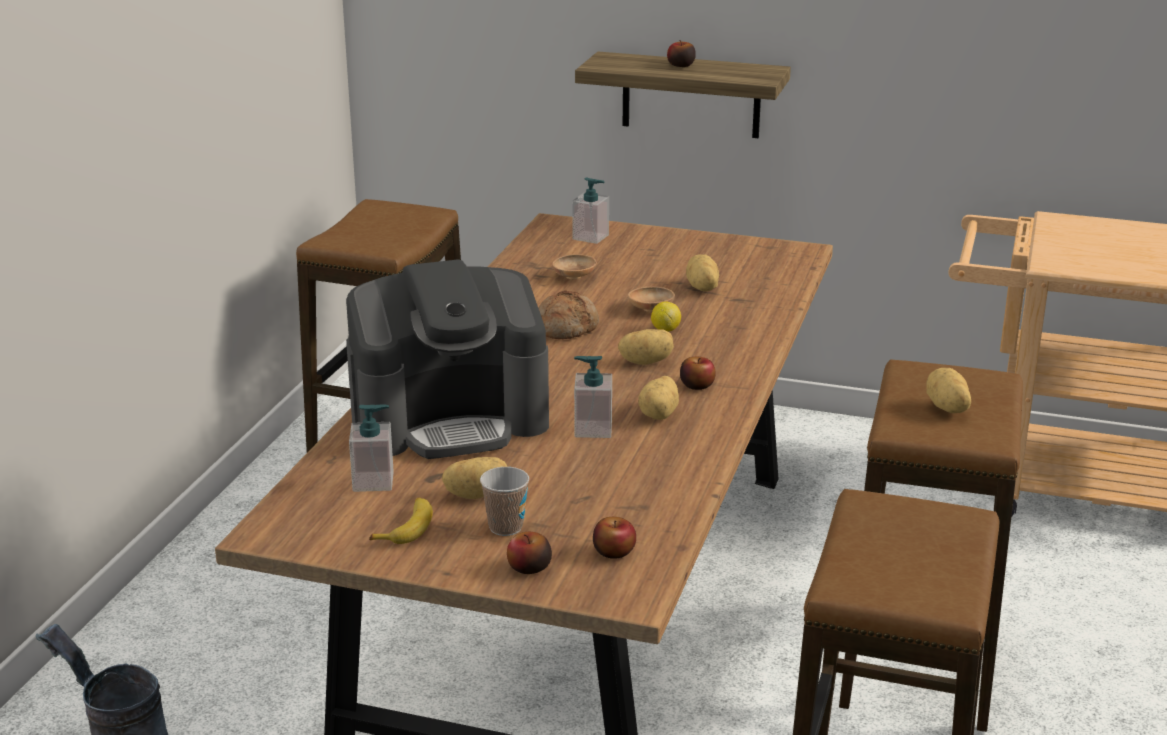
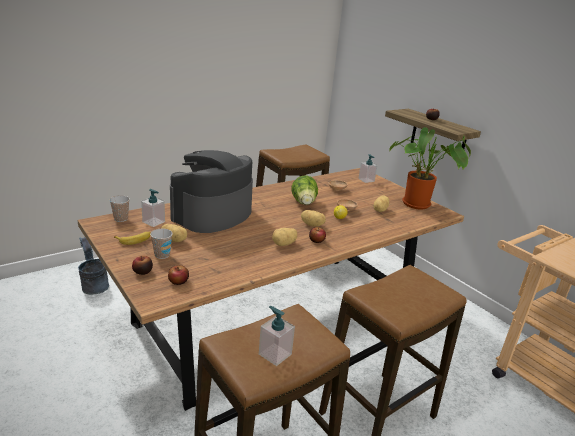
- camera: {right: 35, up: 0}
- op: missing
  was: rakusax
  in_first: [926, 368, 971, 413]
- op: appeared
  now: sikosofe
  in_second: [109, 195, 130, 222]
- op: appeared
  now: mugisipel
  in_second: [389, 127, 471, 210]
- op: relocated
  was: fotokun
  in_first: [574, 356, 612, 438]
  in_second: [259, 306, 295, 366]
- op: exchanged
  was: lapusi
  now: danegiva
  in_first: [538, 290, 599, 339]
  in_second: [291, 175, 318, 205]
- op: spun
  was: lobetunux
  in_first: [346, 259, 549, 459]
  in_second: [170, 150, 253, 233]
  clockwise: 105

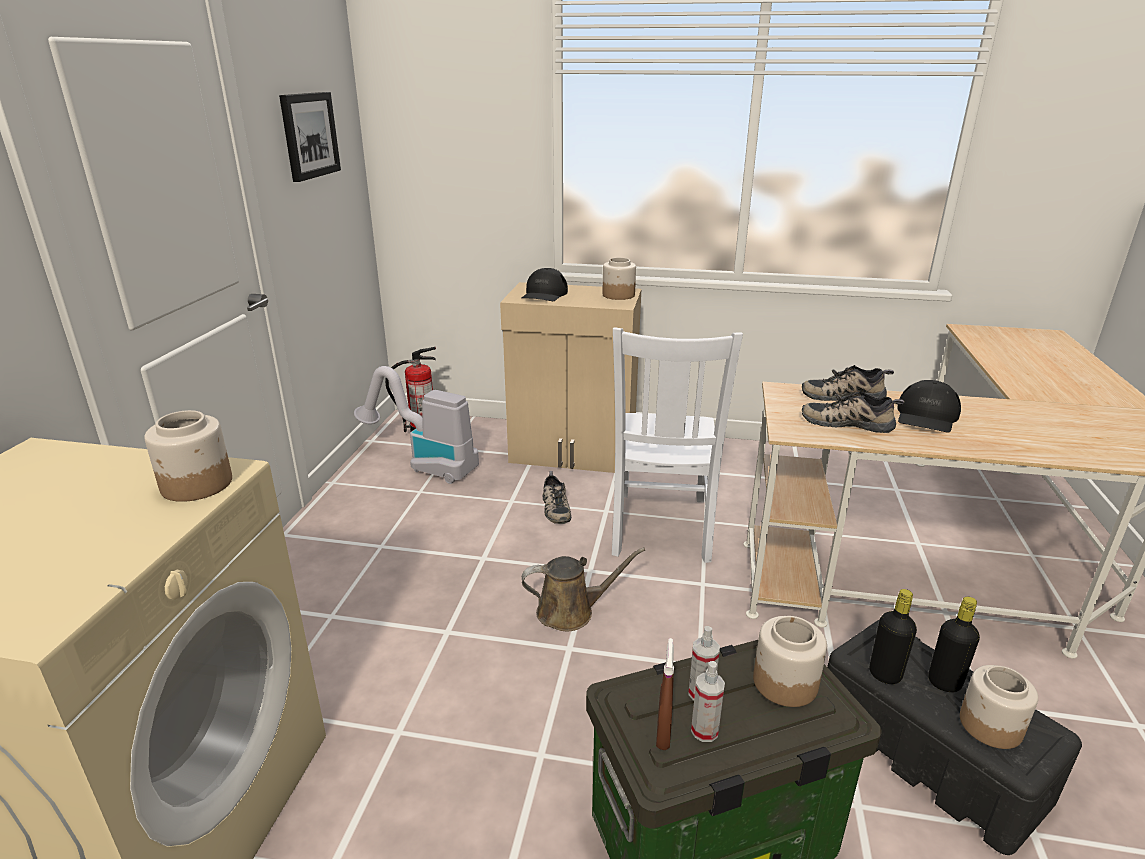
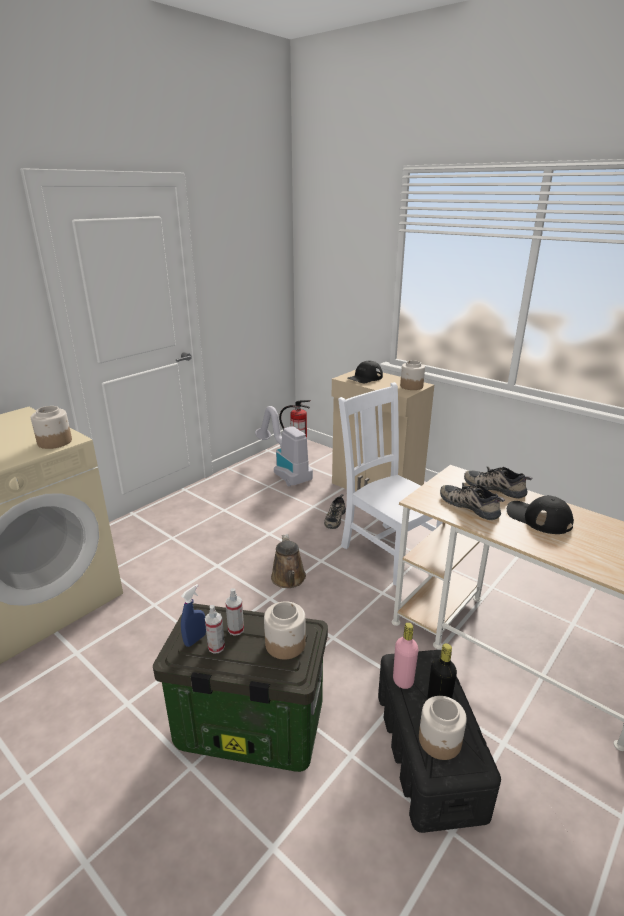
- camera: {right: 30, up: 0}
- op: missing
  was: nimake
  in_first: [279, 92, 341, 182]
- op: colour
  was: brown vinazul
  now: blue vinazul
  in_first: [656, 638, 674, 750]
  in_second: [181, 584, 206, 647]
- op: colour
  was: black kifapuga
  now: pink kifapuga
  in_first: [870, 589, 917, 684]
  in_second: [393, 622, 418, 689]
- op: spun
  was: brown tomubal
  in_first: [522, 548, 645, 631]
  in_second: [271, 534, 306, 588]
  clockwise: 60
- op: spun
  was: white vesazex
  in_first: [612, 327, 743, 563]
  in_second: [338, 382, 443, 586]
  clockwise: 105
- op: spun
  was: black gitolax
  in_first: [897, 380, 961, 433]
  in_second: [507, 495, 574, 534]
  clockwise: 75

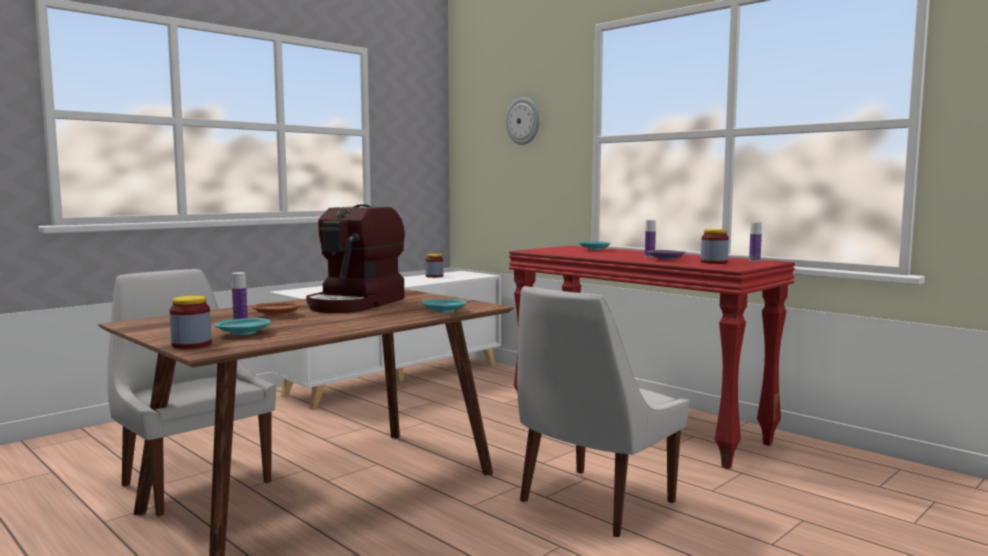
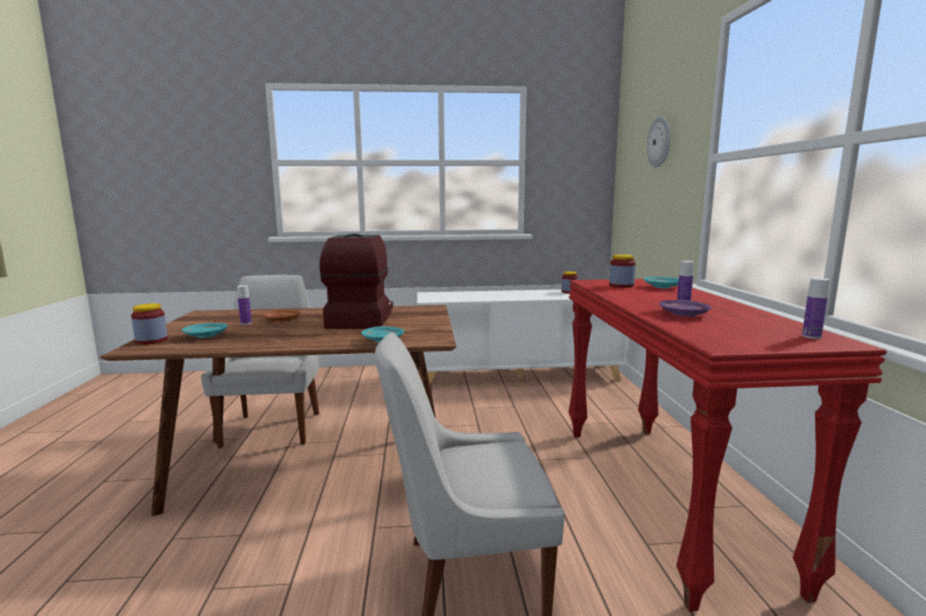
- camera: {right: 40, up: 5}
- op: relocated
  was: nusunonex
  in_first: [701, 229, 729, 264]
  in_second: [609, 255, 636, 288]
- op: spun
  was: lobetunux
  in_first: [306, 204, 405, 313]
  in_second: [319, 234, 393, 329]
  clockwise: 120

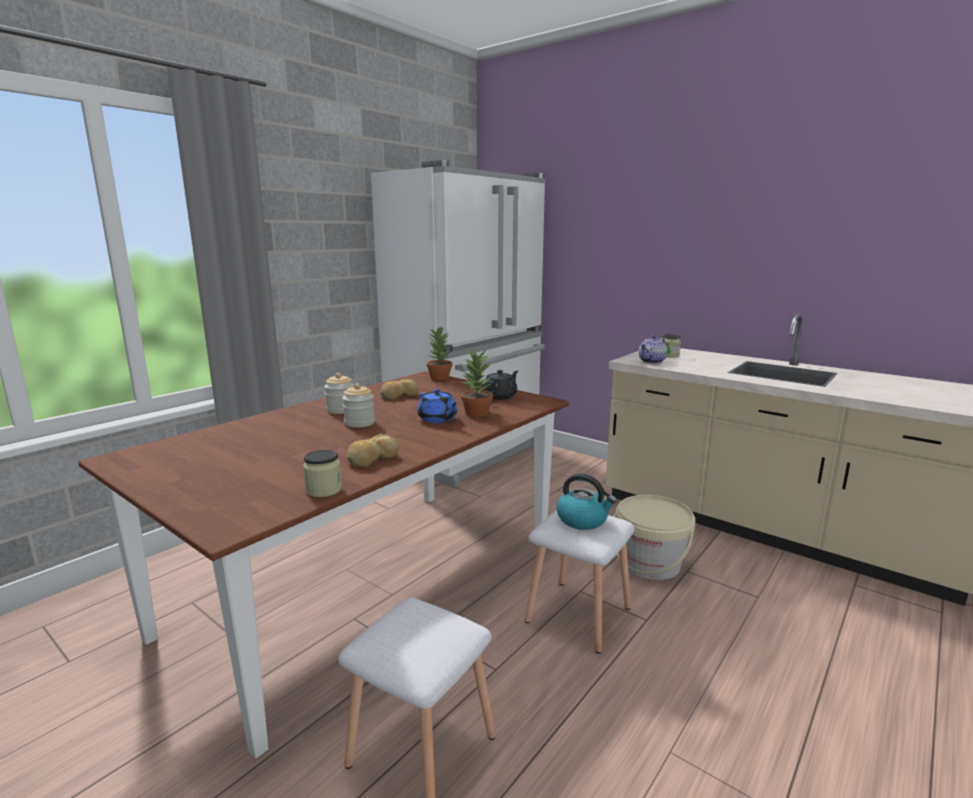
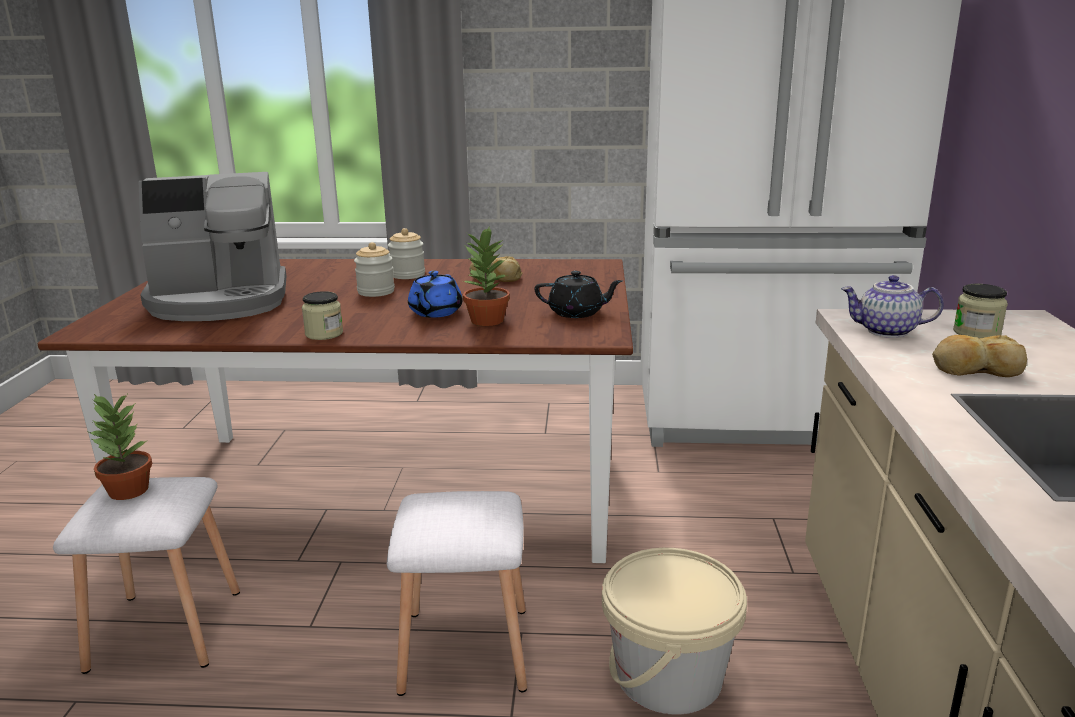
- camera: {right: 55, up: 5}
- op: missing
  was: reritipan
  in_first: [557, 474, 617, 530]
- op: appeared
  now: lobetunux
  in_second: [139, 172, 286, 321]
- op: relocated
  was: nusunonex
  in_first: [303, 450, 342, 497]
  in_second: [302, 291, 343, 340]
- op: relocated
  was: lapusi
  in_first: [347, 433, 398, 467]
  in_second: [932, 335, 1027, 377]
- op: relocated
  was: mugisipel
  in_first: [426, 326, 452, 380]
  in_second: [89, 394, 152, 500]

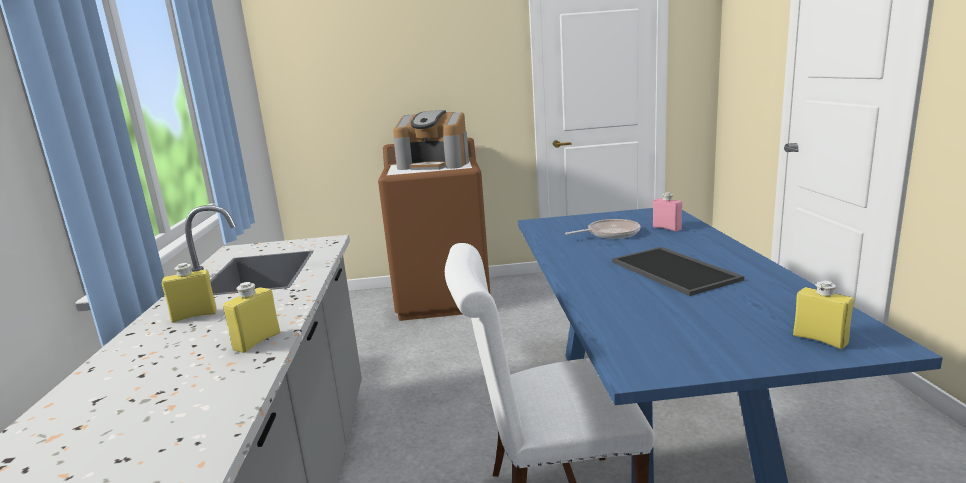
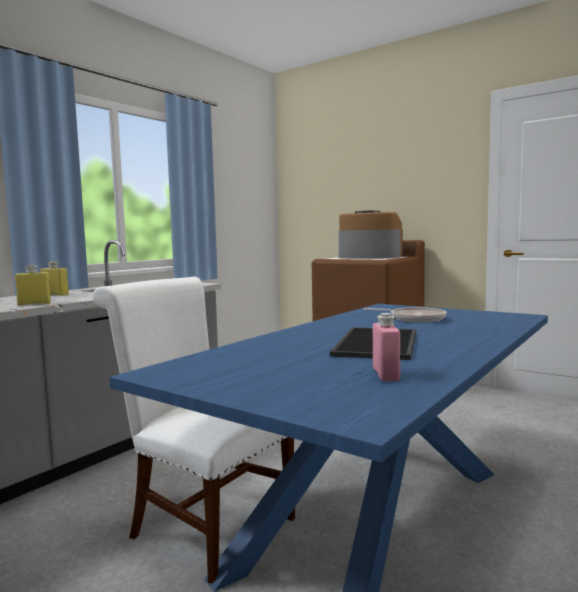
- camera: {right: 40, up: -10}
- op: missing
  was: yellow kifapuga
  in_first: [793, 281, 854, 349]
- op: relocated
  was: pink kifapuga
  in_first: [653, 192, 682, 232]
  in_second: [373, 313, 400, 381]
- op: spun
  was: lobetunux
  in_first: [393, 110, 469, 170]
  in_second: [339, 211, 403, 259]
  clockwise: 150

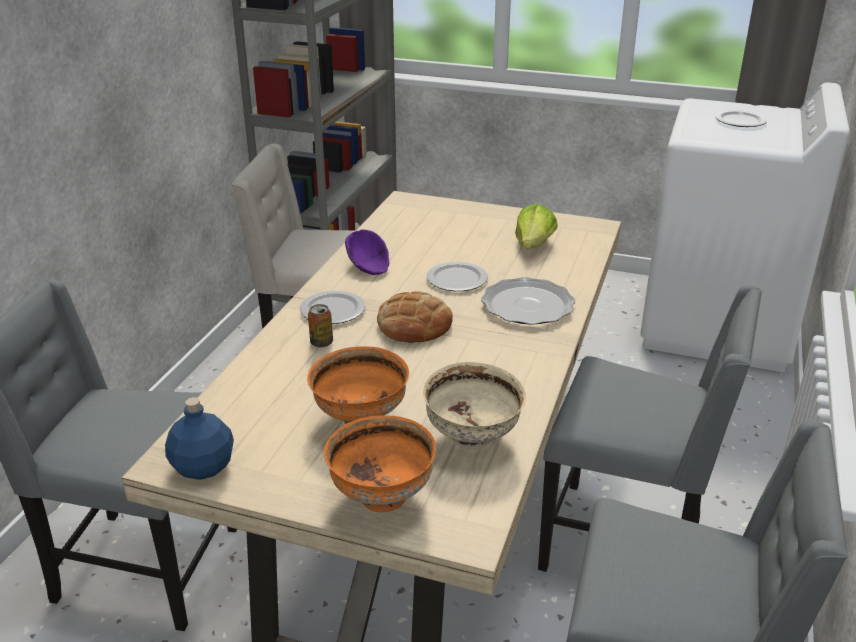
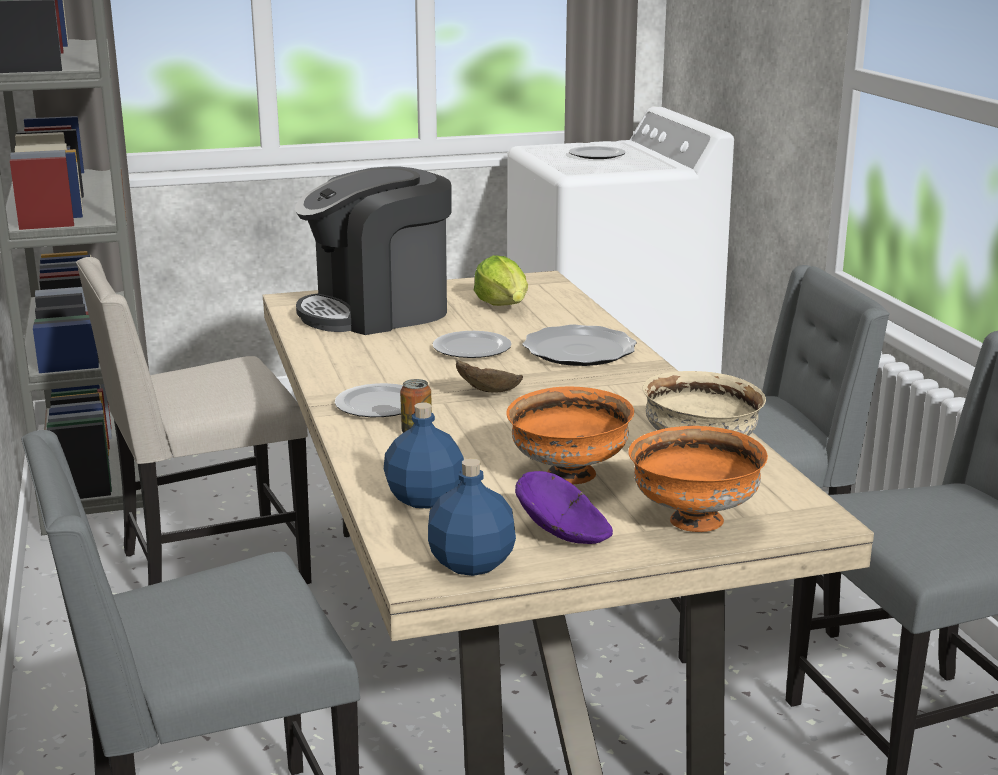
- camera: {right: -35, up: -10}
- op: appeared
  now: lobetunux
  in_second: [295, 166, 452, 335]
- op: appeared
  now: blue kifapuga
  in_second: [384, 402, 464, 509]
- op: relocated
  was: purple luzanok
  in_first: [345, 229, 389, 275]
  in_second: [515, 471, 613, 544]
- op: exchanged
  was: lapusi
  now: brown luzanok
  in_first: [377, 291, 453, 343]
  in_second: [456, 360, 523, 393]

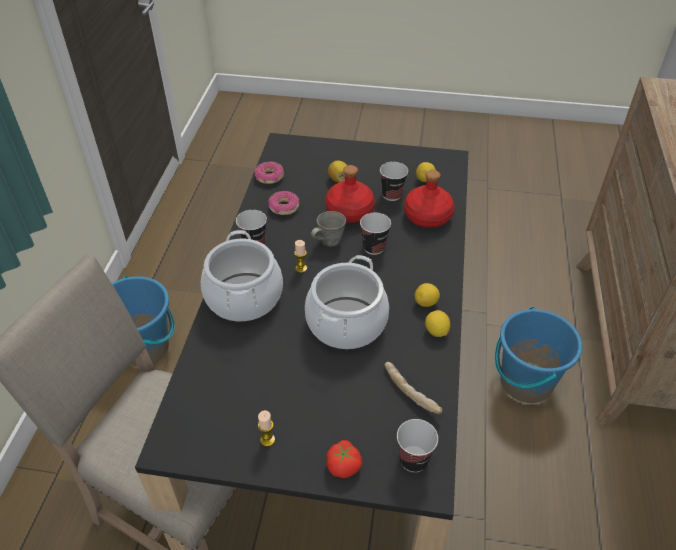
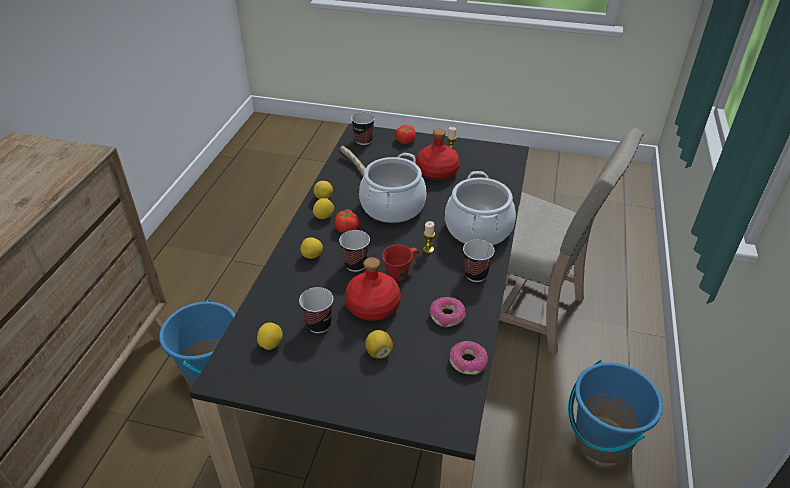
- camera: {right: -175, up: -5}
- op: appeared
  now: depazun
  in_second: [300, 237, 323, 259]
- op: appeared
  now: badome
  in_second: [334, 209, 359, 233]
- op: relocated
  was: red kifapuga
  in_first: [404, 170, 455, 228]
  in_second: [416, 129, 460, 180]
- op: colour
  was: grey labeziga
  now: red labeziga
  in_first: [311, 211, 346, 247]
  in_second: [382, 245, 419, 281]

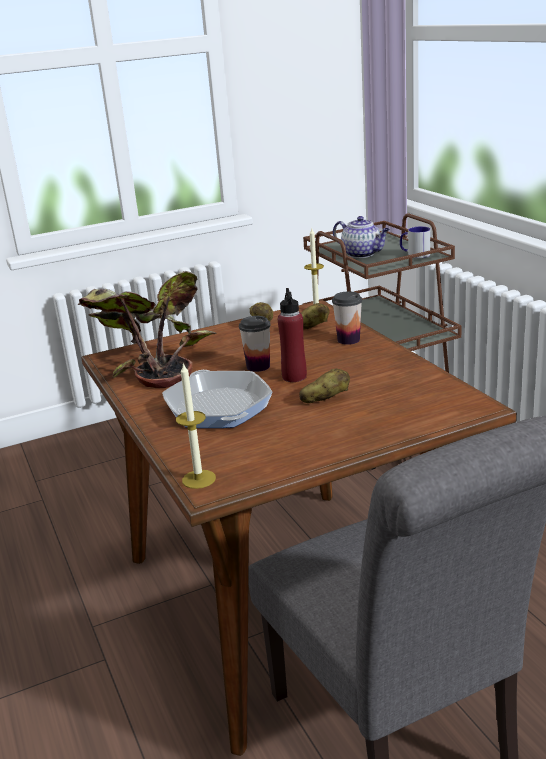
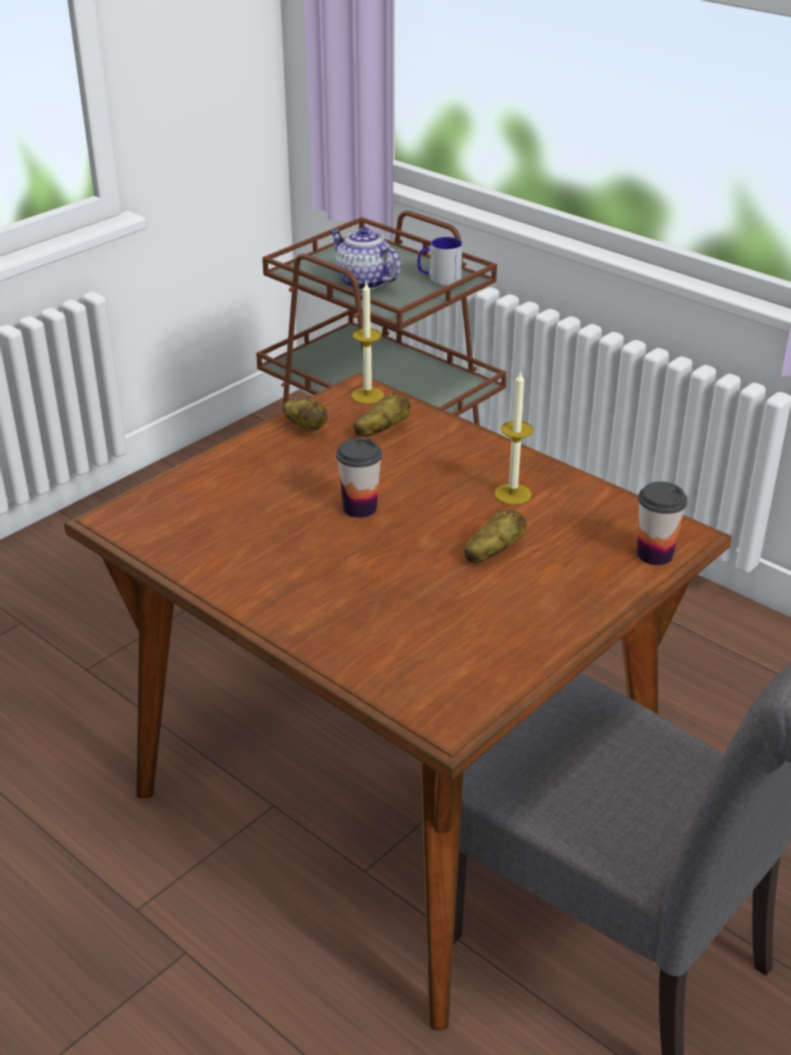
- camera: {right: -25, up: 10}
- op: missing
  was: mugisipel
  in_first: [78, 271, 217, 388]
- op: missing
  was: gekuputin
  in_first: [162, 370, 273, 428]
- op: missing
  was: red kifapuga
  in_first: [278, 288, 307, 382]
- op: relocated
  was: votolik
  in_first: [176, 363, 216, 489]
  in_second: [494, 370, 533, 505]
- op: relocated
  was: sikosofe
  in_first: [332, 291, 362, 345]
  in_second: [637, 482, 687, 565]
- op: spun
  was: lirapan
  in_first: [333, 216, 390, 258]
  in_second: [329, 227, 401, 290]
  clockwise: -150

